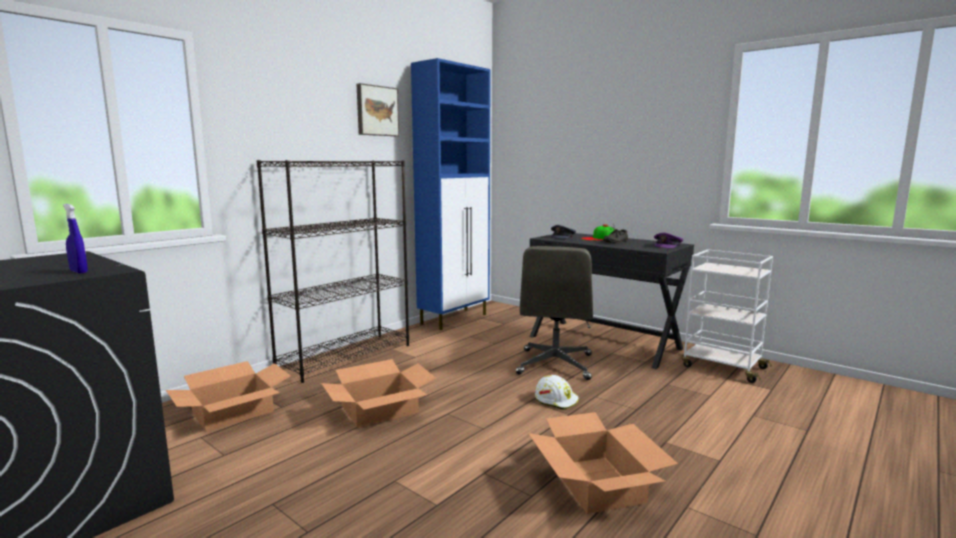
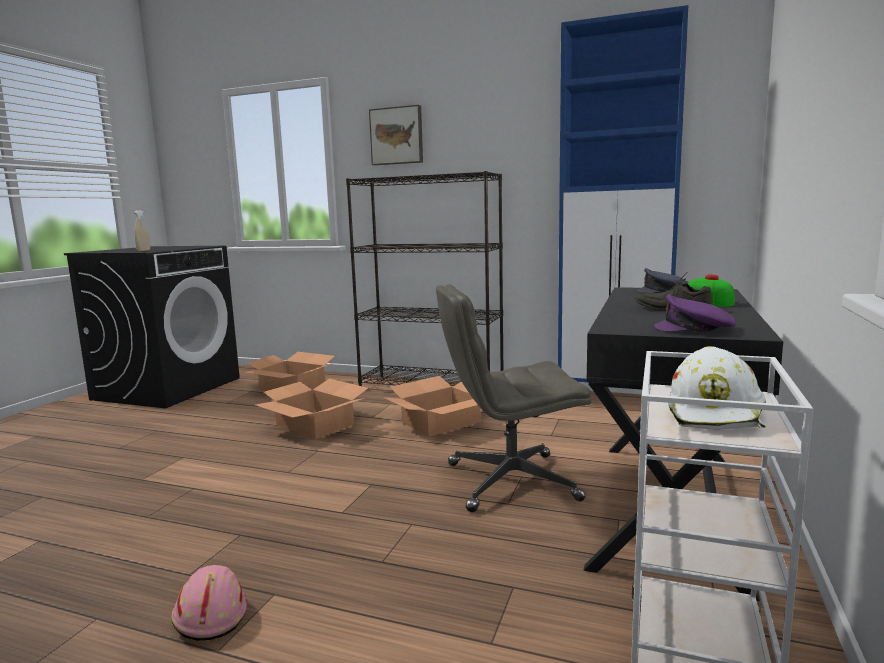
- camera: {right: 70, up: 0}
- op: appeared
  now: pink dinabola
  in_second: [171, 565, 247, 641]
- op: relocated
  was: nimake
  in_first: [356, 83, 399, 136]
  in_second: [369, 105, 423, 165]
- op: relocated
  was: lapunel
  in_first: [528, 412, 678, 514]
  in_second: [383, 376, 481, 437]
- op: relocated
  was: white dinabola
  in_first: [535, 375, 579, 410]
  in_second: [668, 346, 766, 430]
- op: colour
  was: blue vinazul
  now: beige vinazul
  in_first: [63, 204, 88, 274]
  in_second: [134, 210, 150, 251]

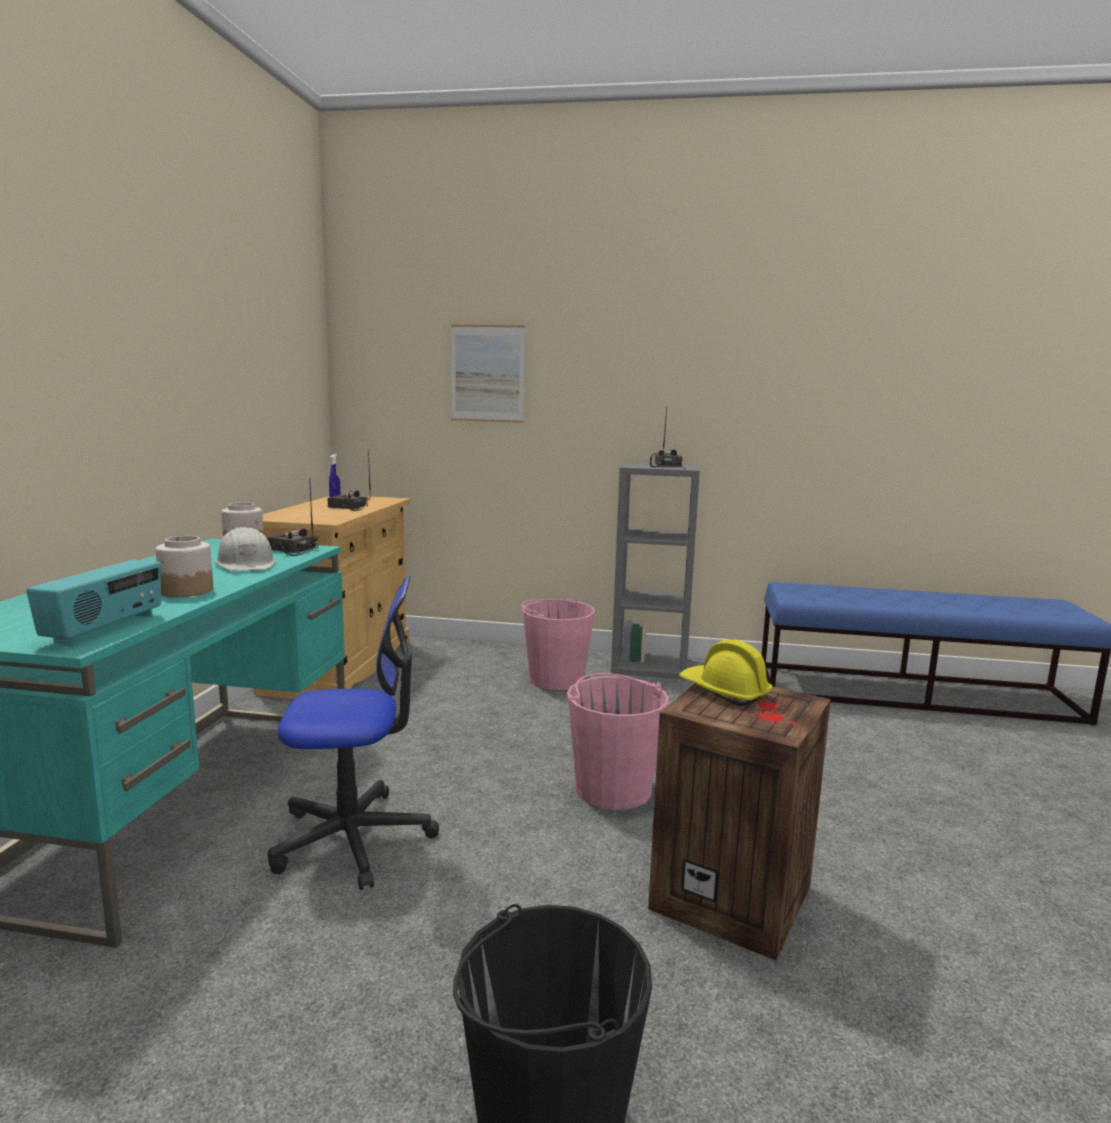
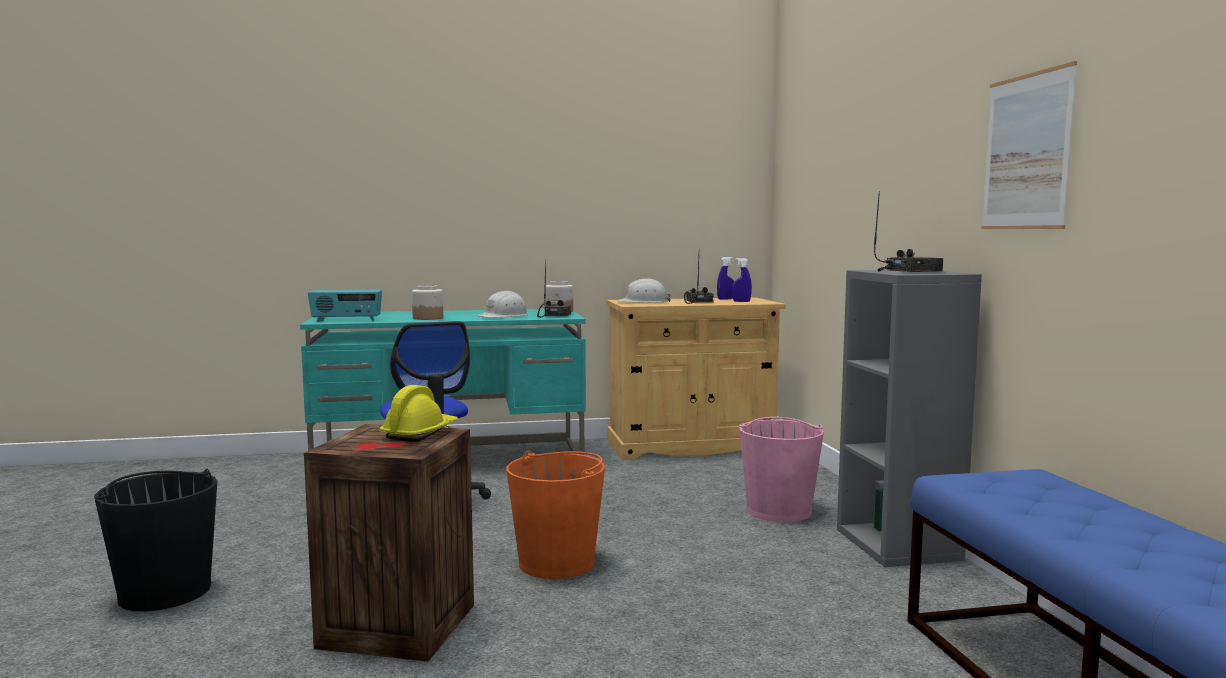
- camera: {right: 70, up: -5}
- op: appeared
  now: white dinabola
  in_second: [618, 278, 671, 303]
- op: appeared
  now: blue vinazul
  in_second: [732, 258, 752, 302]
- op: relocated
  was: nimake
  in_first: [451, 325, 525, 423]
  in_second: [982, 61, 1077, 229]
- op: colour
  was: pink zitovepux
  now: orange zitovepux
  in_first: [567, 673, 669, 810]
  in_second: [506, 451, 605, 579]

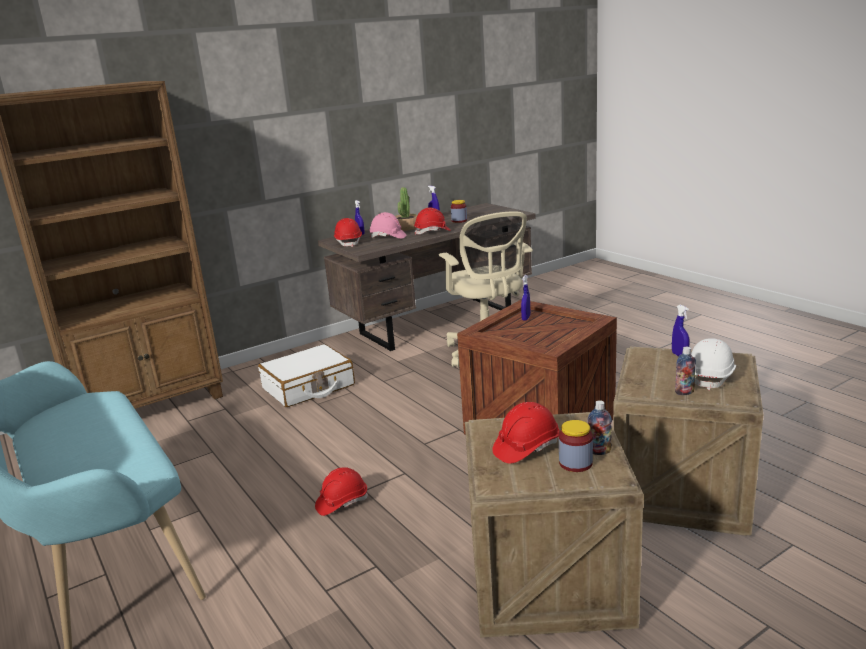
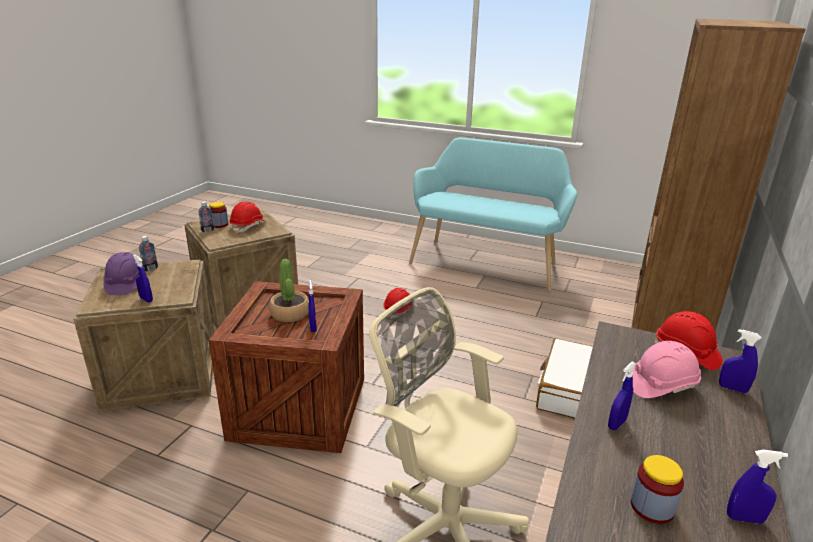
- camera: {right: 145, up: 5}
- op: relocated
  was: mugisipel
  in_first: [395, 187, 417, 231]
  in_second: [269, 259, 309, 322]
- op: exchanged
  was: red dinabola
  now: blue vinazul
  in_first: [414, 208, 451, 234]
  in_second: [608, 361, 637, 430]
- op: colour
  was: white dinabola
  now: purple dinabola
  in_first: [691, 338, 736, 390]
  in_second: [103, 252, 145, 295]

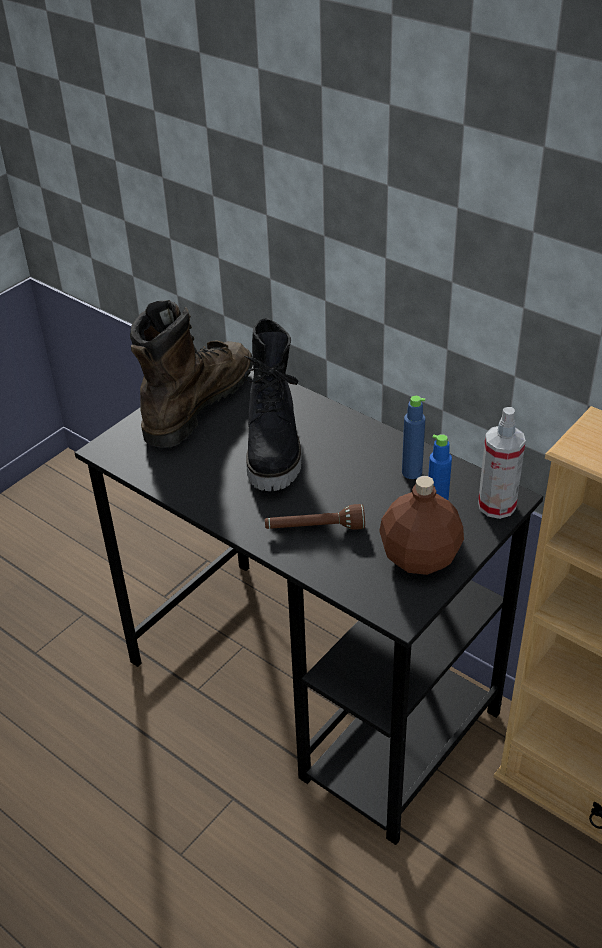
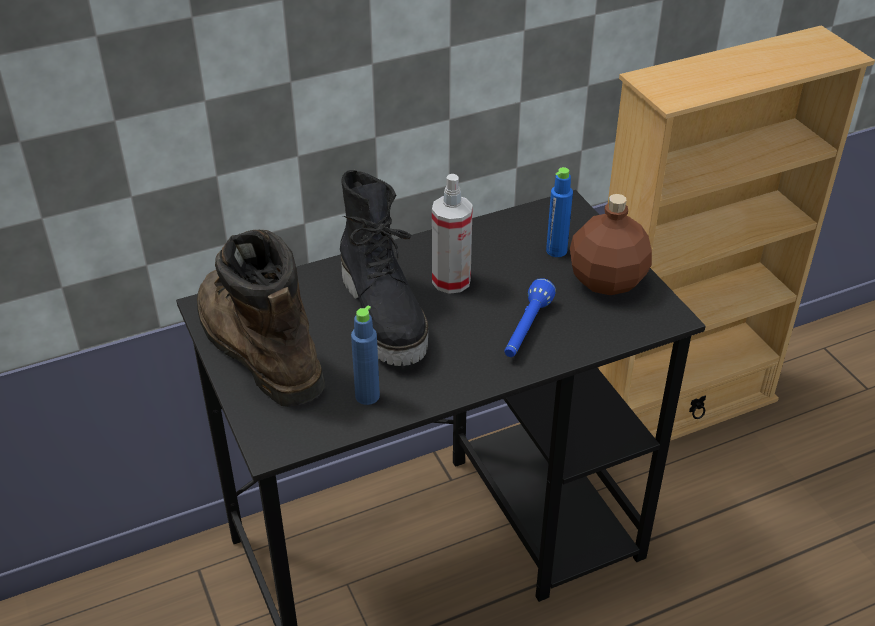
- camera: {right: -65, up: 0}
- op: relocated
  was: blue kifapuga
  in_first: [402, 396, 425, 479]
  in_second: [351, 306, 380, 405]
- op: relocated
  was: vinazul
  in_first: [478, 407, 526, 519]
  in_second: [432, 174, 473, 294]
- op: colour
  was: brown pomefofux
  now: blue pomefofux
  in_first: [265, 504, 365, 530]
  in_second: [505, 278, 556, 357]
- op: spun
  was: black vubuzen
  in_first: [244, 319, 302, 491]
  in_second: [340, 170, 428, 366]
  clockwise: 45

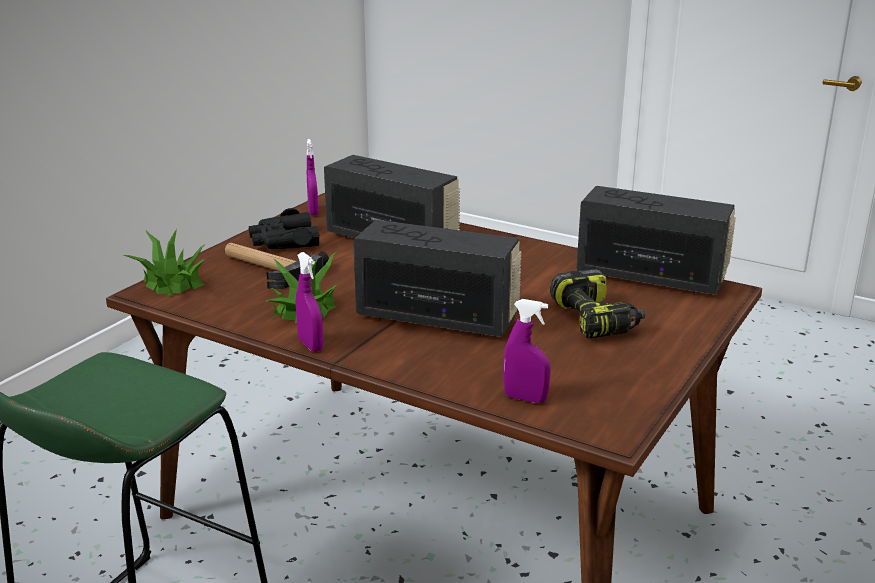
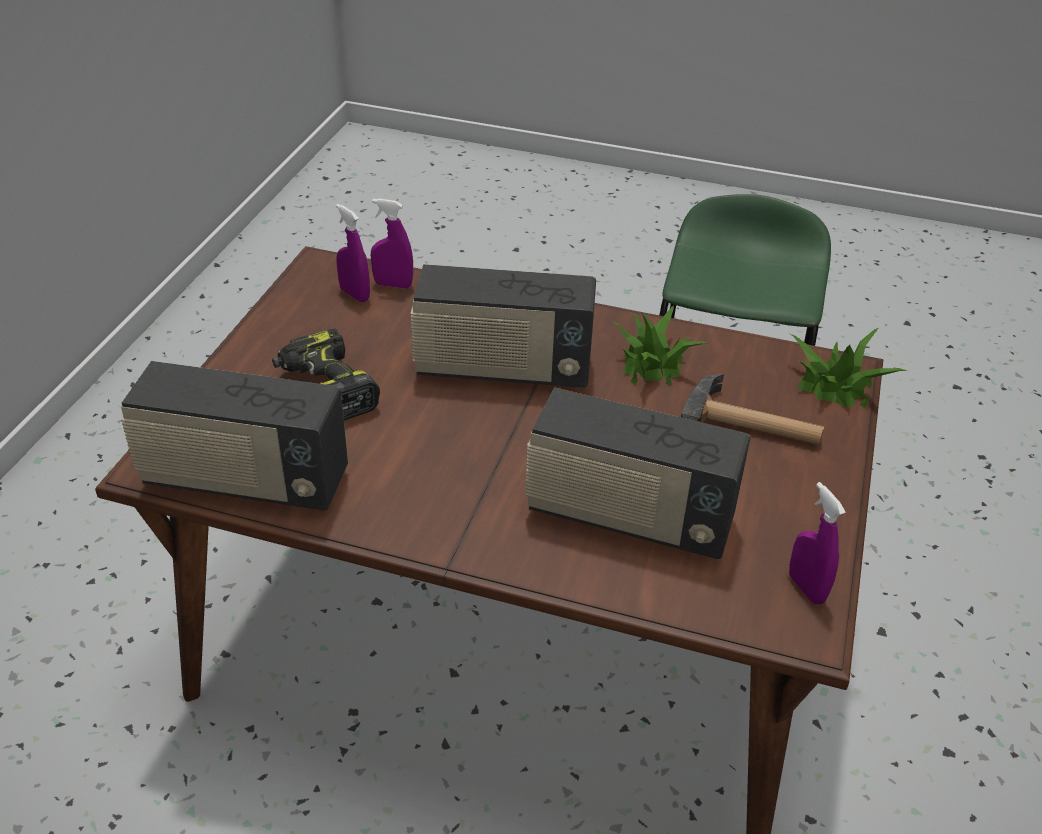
- camera: {right: 165, up: 15}
- op: missing
  was: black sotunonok
  in_first: [249, 208, 320, 249]
- op: relocated
  was: purple vinazul
  in_first: [296, 252, 324, 352]
  in_second: [336, 204, 370, 302]

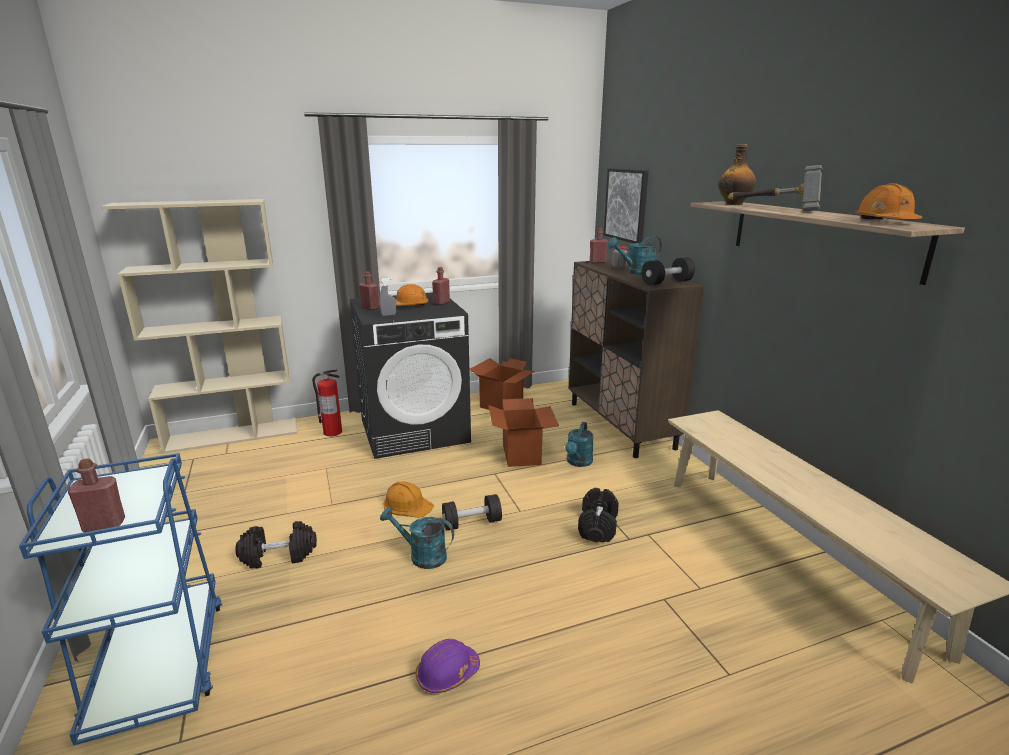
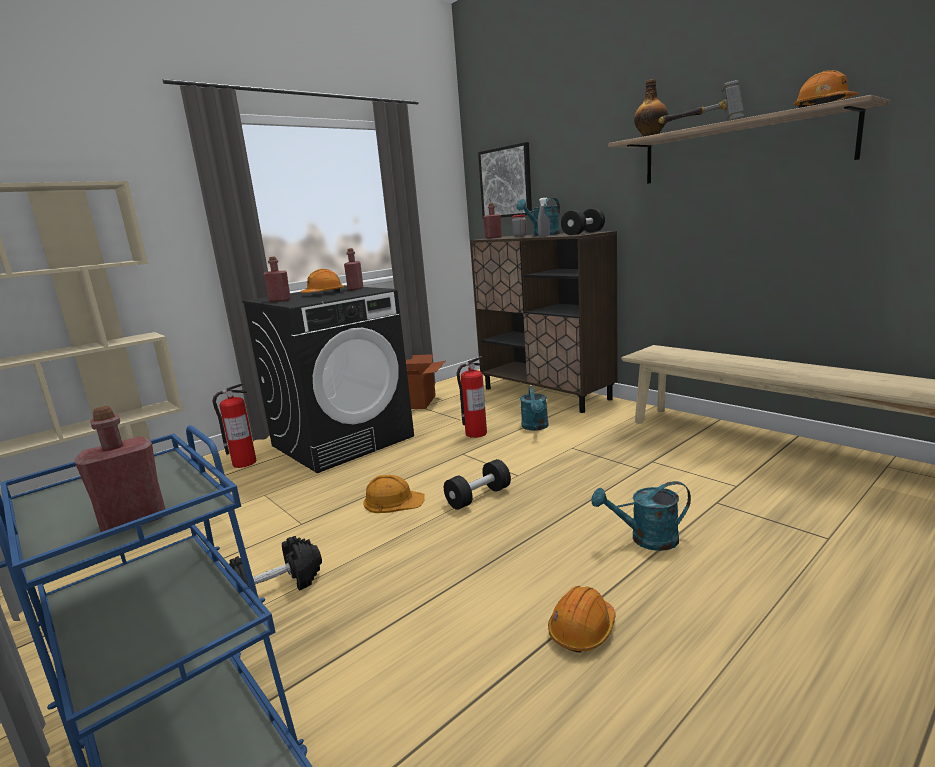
- camera: {right: -20, up: -5}
- op: missing
  was: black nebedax
  in_first: [578, 488, 619, 542]
- op: relocated
  was: grey vinazul
  in_first: [379, 278, 396, 316]
  in_second: [538, 198, 550, 237]
- op: relocated
  was: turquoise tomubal
  in_first: [380, 507, 454, 569]
  in_second: [592, 481, 691, 551]
- op: exchanged
  was: lapunel
  now: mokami
  in_first: [488, 398, 559, 467]
  in_second: [457, 356, 487, 438]
- op: colour
  was: purple dinabola
  now: orange dinabola
  in_first: [416, 639, 480, 693]
  in_second: [548, 586, 616, 653]

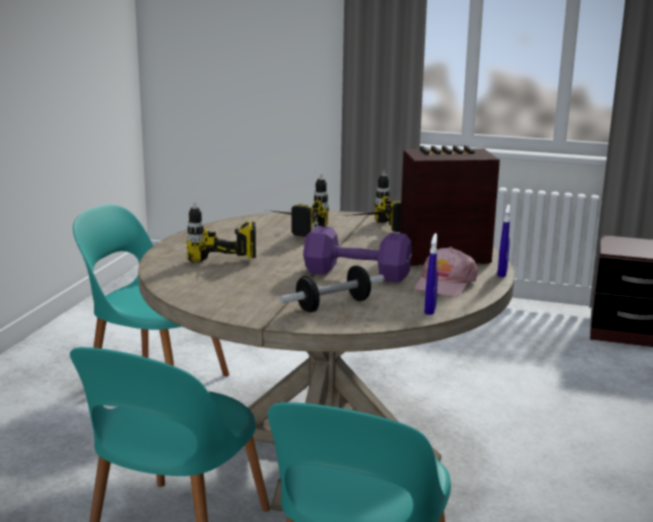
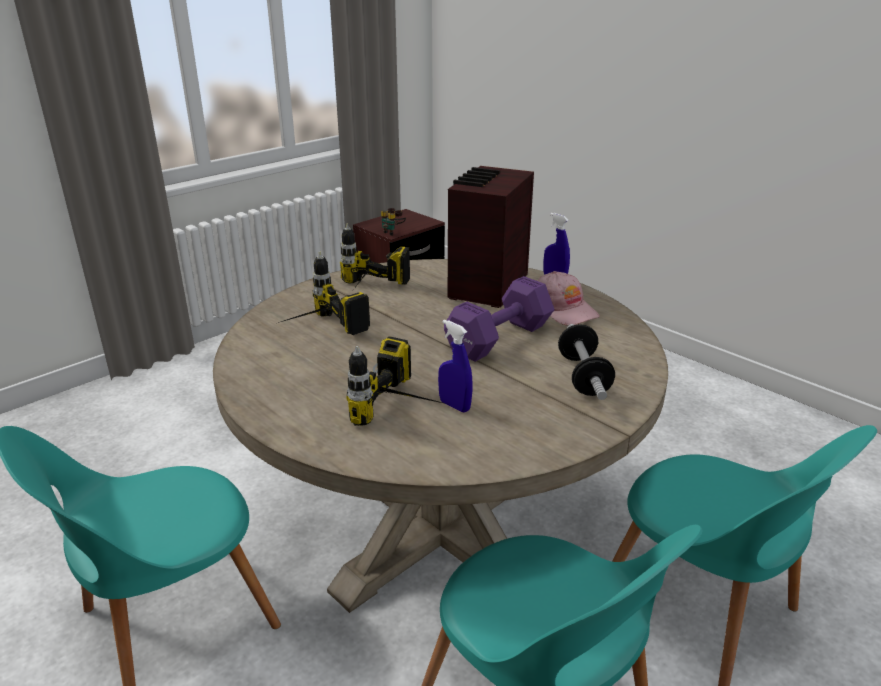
- camera: {right: -60, up: 10}
- op: appeared
  now: sotunonok
  in_second: [381, 208, 406, 236]
- op: relocated
  was: blue vinazul
  in_first: [424, 233, 438, 315]
  in_second: [438, 320, 473, 413]

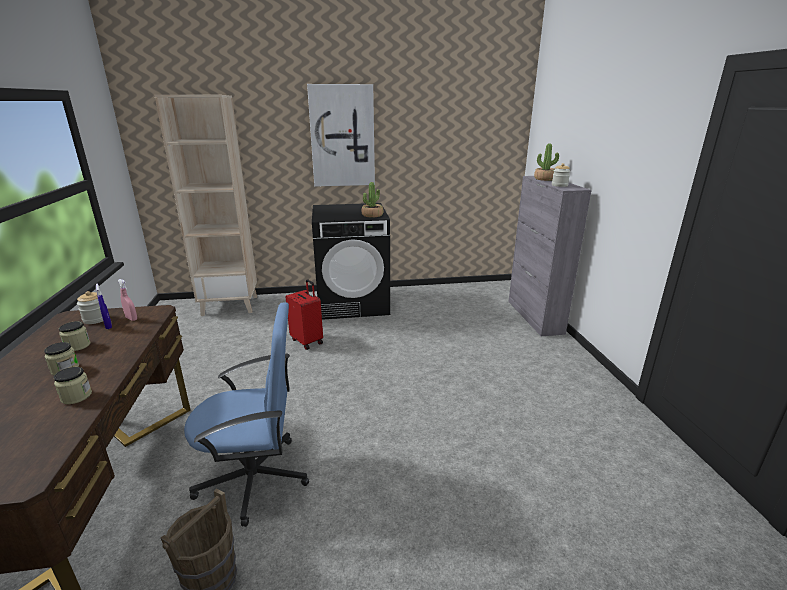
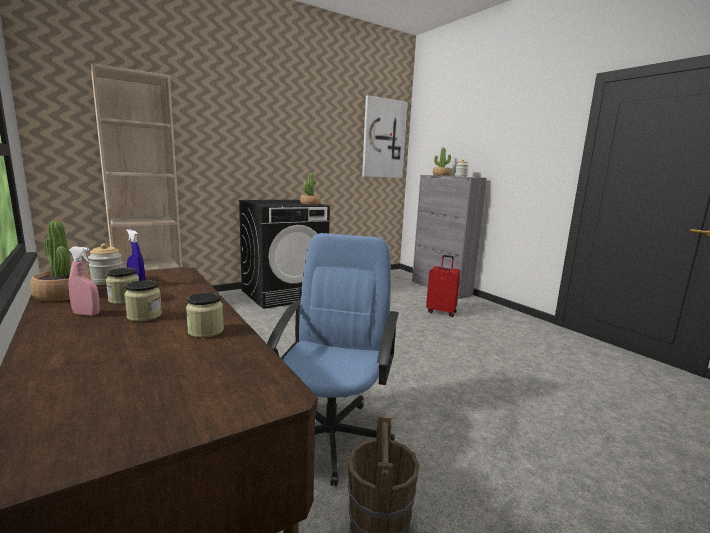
- camera: {right: -25, up: -10}
- op: appeared
  now: mugisipel
  in_second: [30, 221, 92, 301]
- op: relocated
  was: pink vinazul
  in_first: [118, 279, 137, 321]
  in_second: [69, 246, 100, 316]
- op: relocated
  was: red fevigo
  in_first: [286, 279, 323, 350]
  in_second: [426, 255, 461, 317]
- op: relocated
  was: nimake
  in_first: [307, 84, 375, 187]
  in_second: [362, 95, 408, 178]
- op: spun
  was: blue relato
  in_first: [184, 302, 309, 527]
  in_second: [267, 233, 399, 486]
  clockwise: -45

